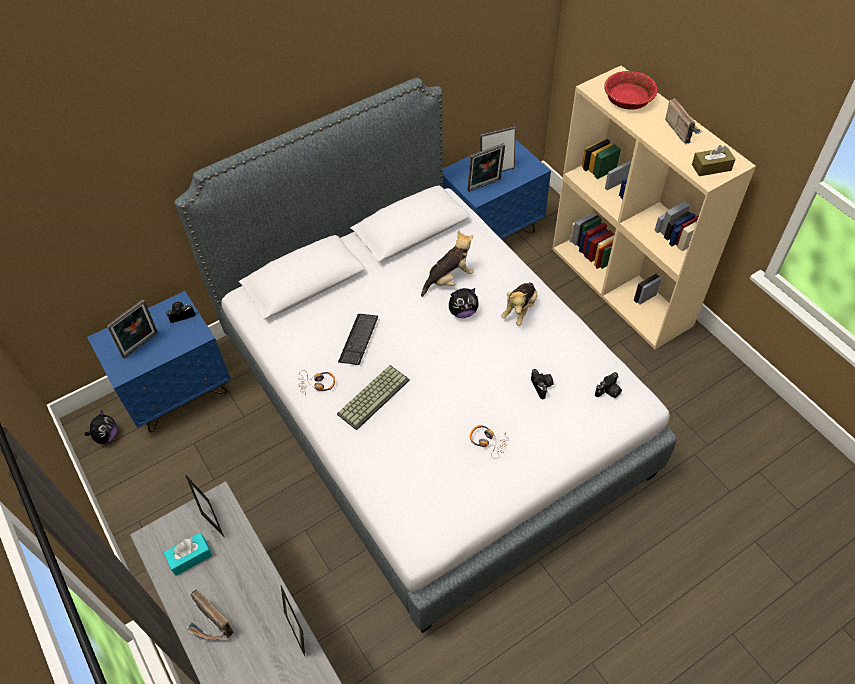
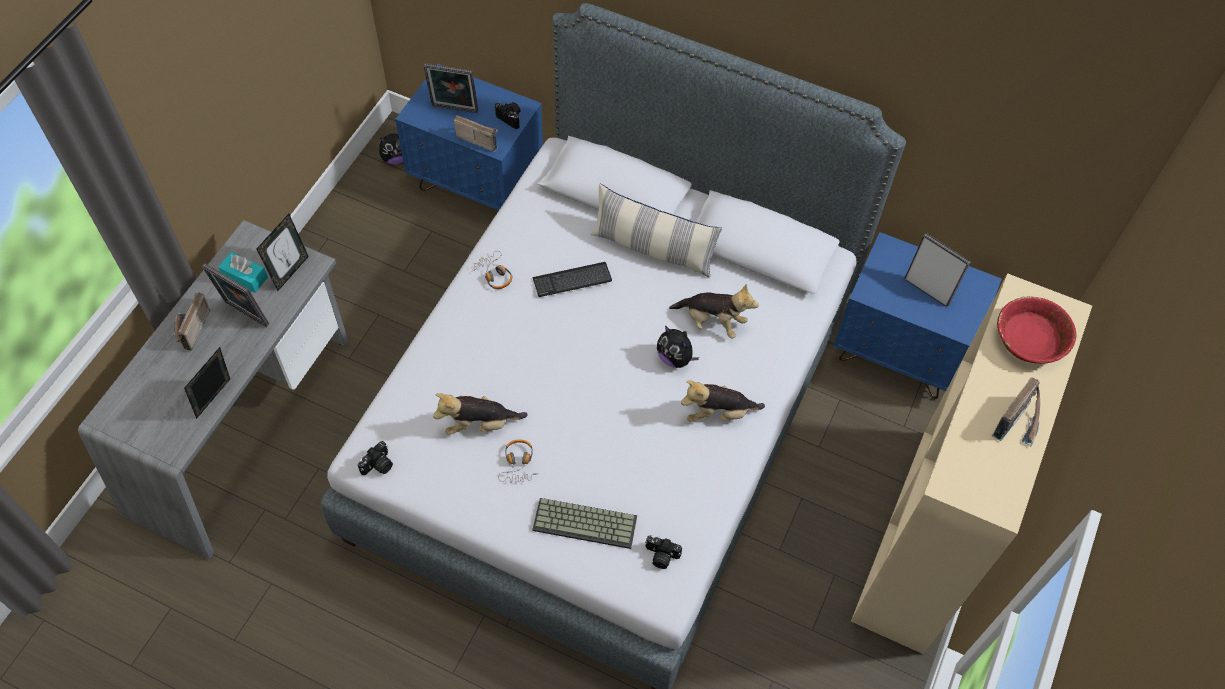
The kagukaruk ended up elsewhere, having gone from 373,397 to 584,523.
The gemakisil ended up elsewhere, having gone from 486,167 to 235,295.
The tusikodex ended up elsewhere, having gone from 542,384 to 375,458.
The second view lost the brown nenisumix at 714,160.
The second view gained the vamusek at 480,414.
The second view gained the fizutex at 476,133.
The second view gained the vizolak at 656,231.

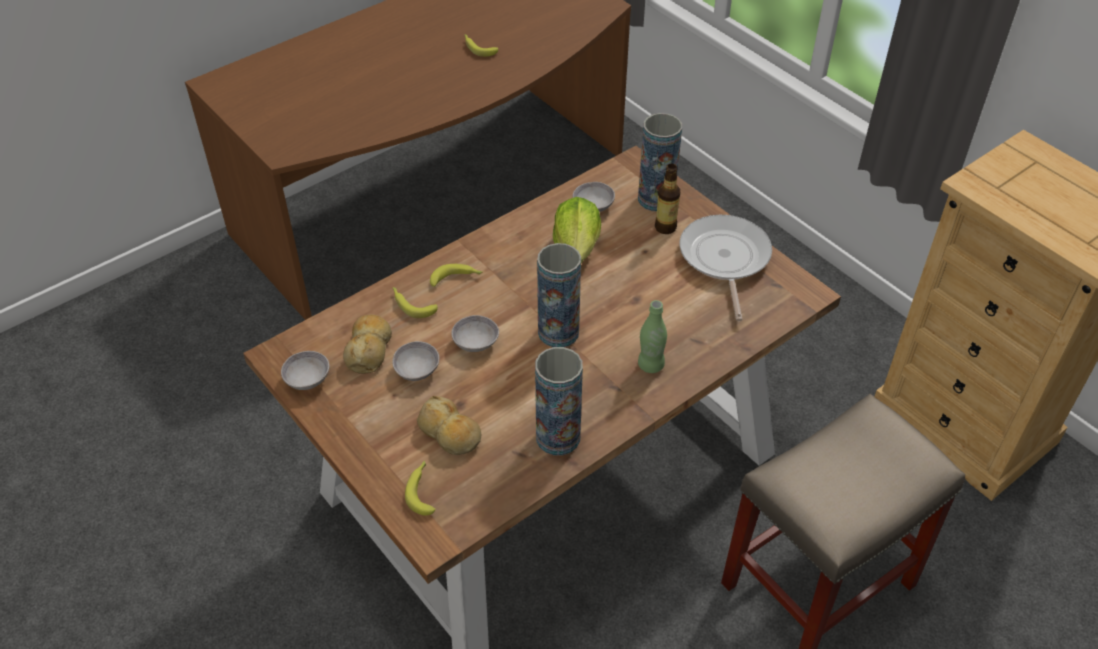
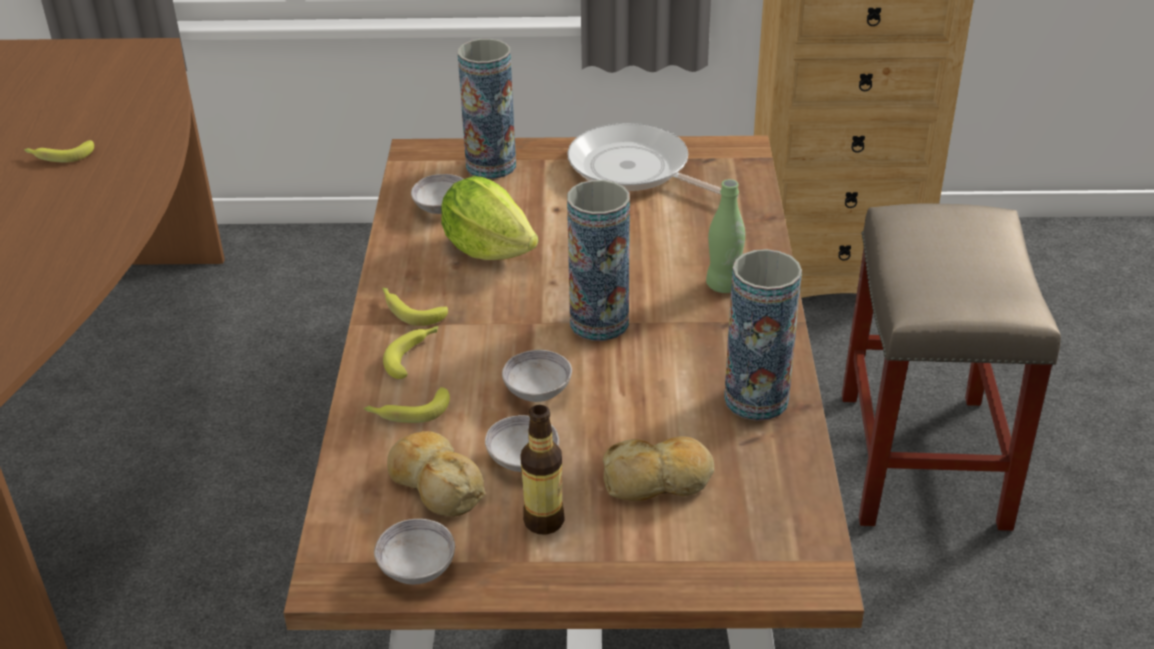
The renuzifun ended up elsewhere, having gone from 420,488 to 415,307.
The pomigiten ended up elsewhere, having gone from 667,199 to 542,469.

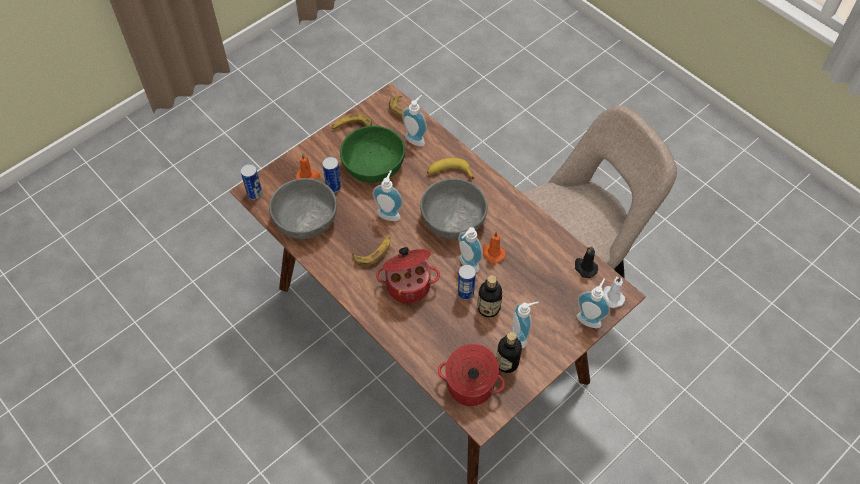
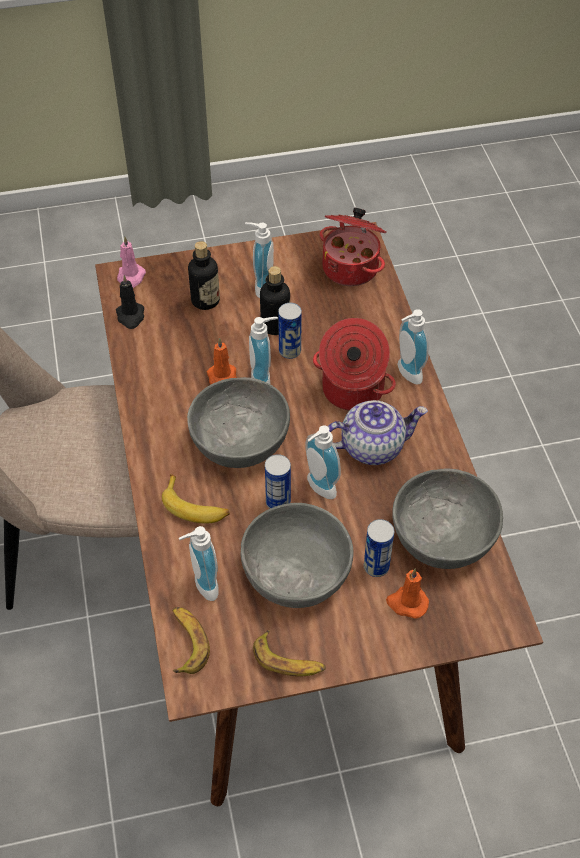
The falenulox ended up elsewhere, having gone from 251,182 to 278,481.
What was the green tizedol at 372,154 turned into the grey tizedol at 296,555.
Where the renuzifun stood at 371,252, the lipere came to stand at 377,432.
The pomigiten ended up elsewhere, having gone from 509,352 to 204,275.
The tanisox ended up elsewhere, having gone from 593,303 to 413,347.
What was the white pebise at 614,292 turned into the pink pebise at 131,262.

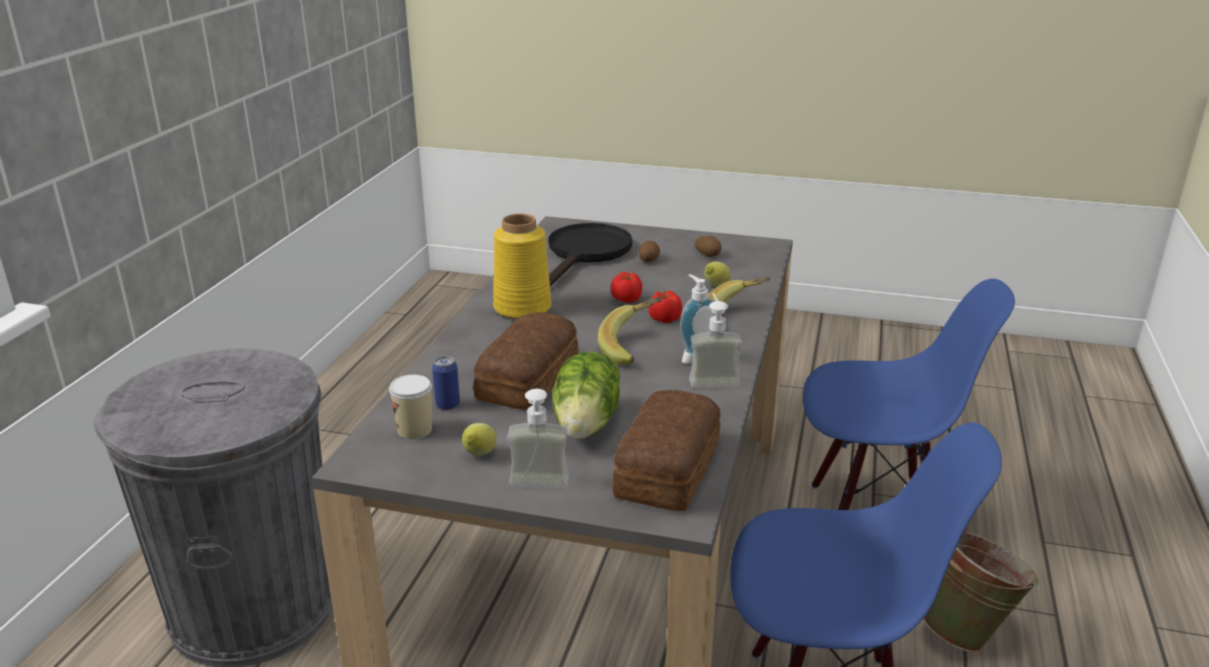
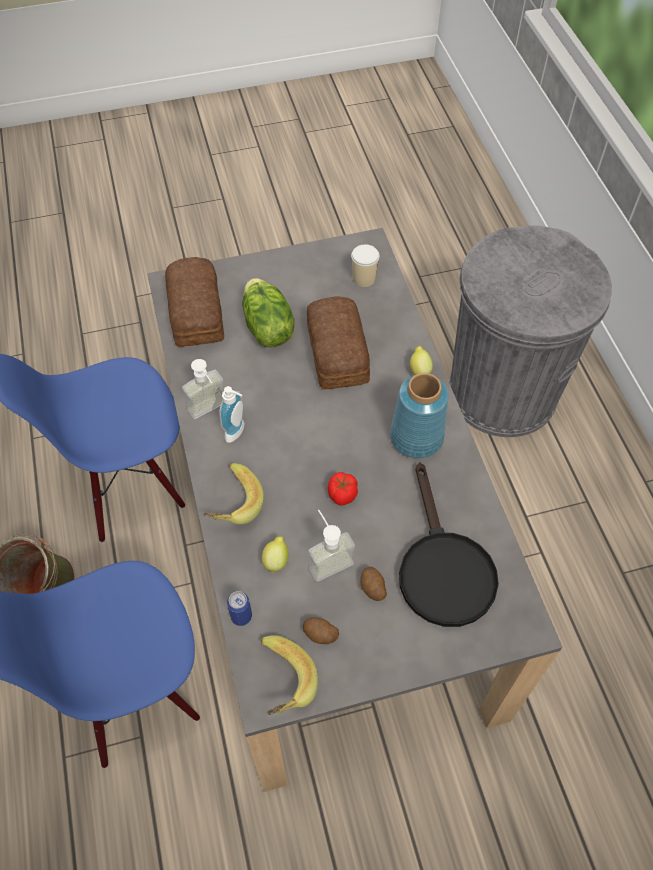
The falenulox ended up elsewhere, having gone from 446,383 to 239,608.
The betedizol ended up elsewhere, having gone from 479,439 to 421,360.
What was the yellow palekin at 522,266 turned into the blue palekin at 419,416.
The tanisox ended up elsewhere, having gone from 538,438 to 331,546.
The renuzifun ended up elsewhere, having gone from 630,331 to 289,675.
The second view lost the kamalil at 665,307.

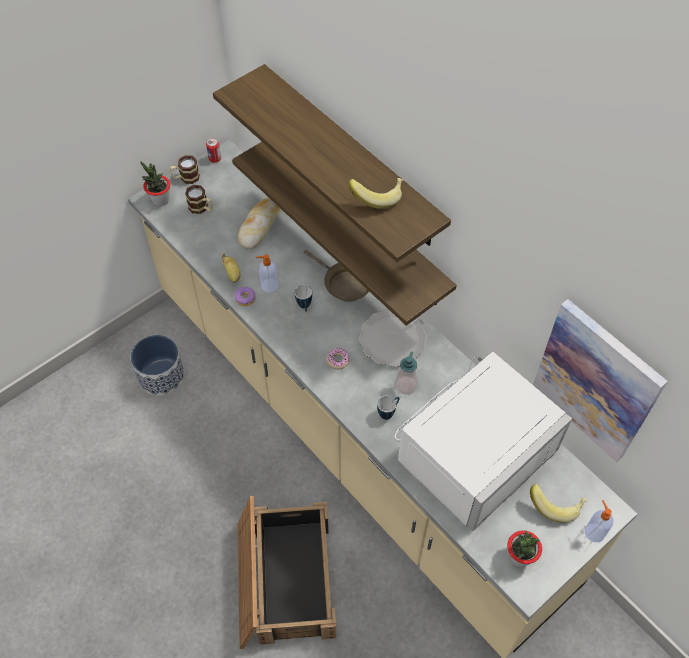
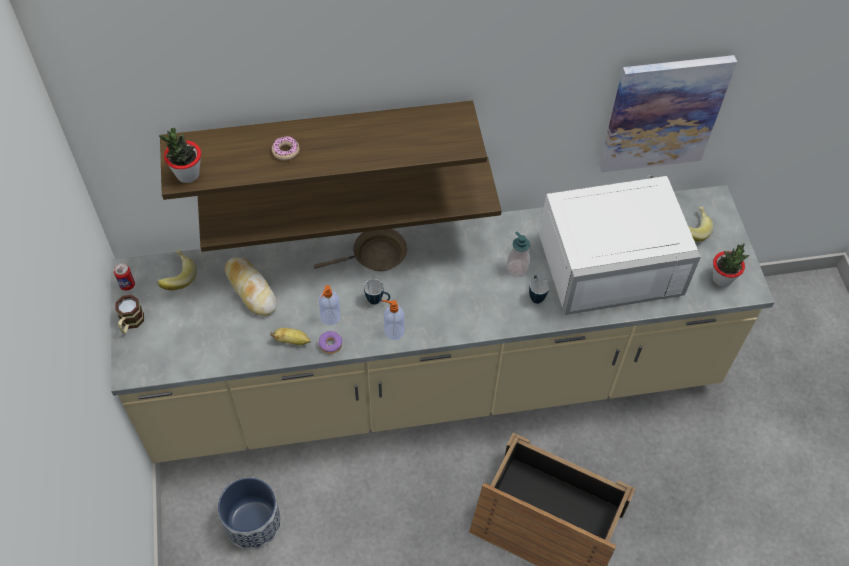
The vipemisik ended up elsewhere, having gone from 155,183 to 180,155.
The second view lost the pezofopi at 199,199.
The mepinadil ended up elsewhere, having gone from 338,358 to 285,148.
The renuzifun ended up elsewhere, having gone from 376,193 to 177,270.
The second view lost the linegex at 392,338.
The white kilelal at 483,441 ended up facing another way, 90 degrees clockwise from before.
The tanisox ended up elsewhere, having gone from 599,521 to 393,320.

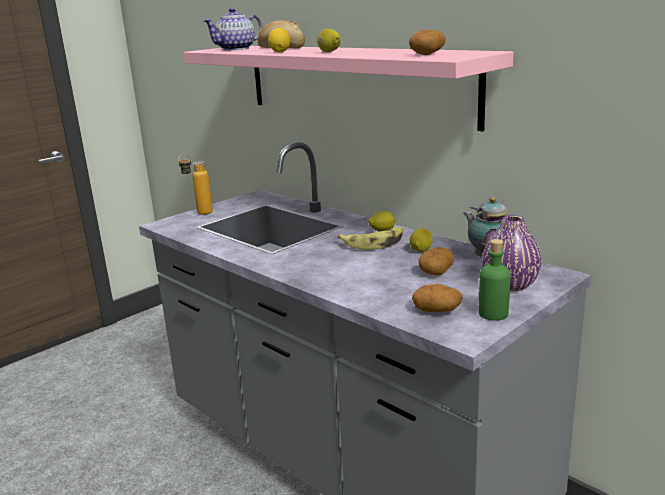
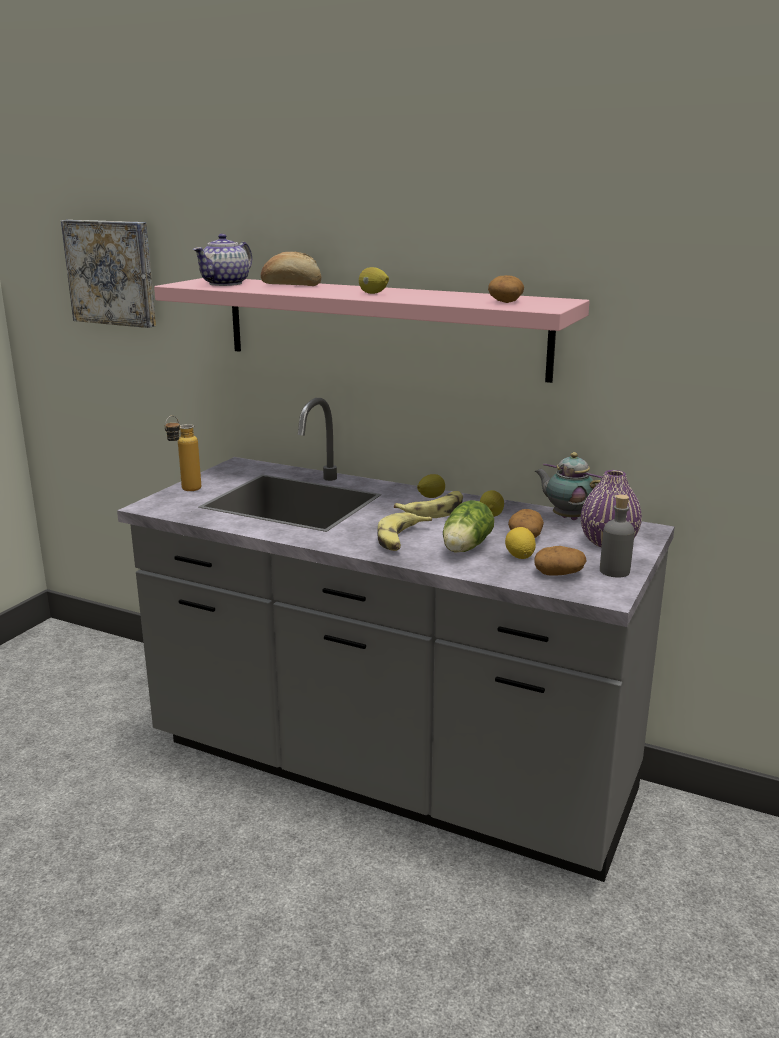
The betedizol ended up elsewhere, having gone from 279,40 to 520,543.
What was the green pomigiten at 495,280 turned into the grey pomigiten at 617,536.
The second view gained the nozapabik at 108,274.
The second view gained the renuzifun at 404,531.
The second view gained the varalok at 468,526.

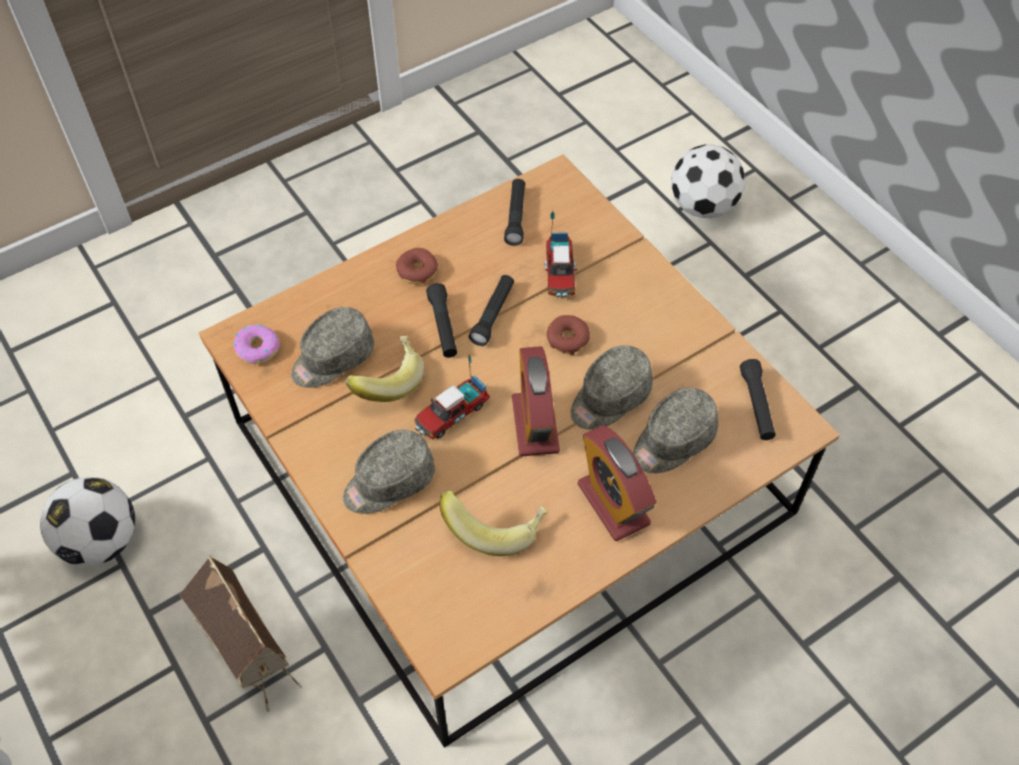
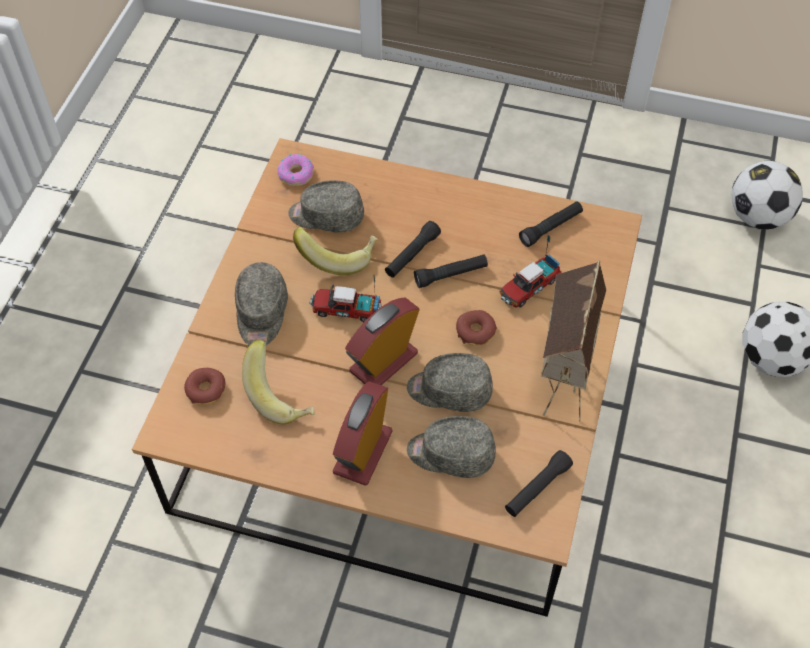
The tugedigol ended up elsewhere, having gone from 87,521 to 767,195.
The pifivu ended up elsewhere, having gone from 240,633 to 573,341.
The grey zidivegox at 389,472 ended up facing another way, 105 degrees counterclockwise from before.
The mepinadil ended up elsewhere, having gone from 417,266 to 204,386.

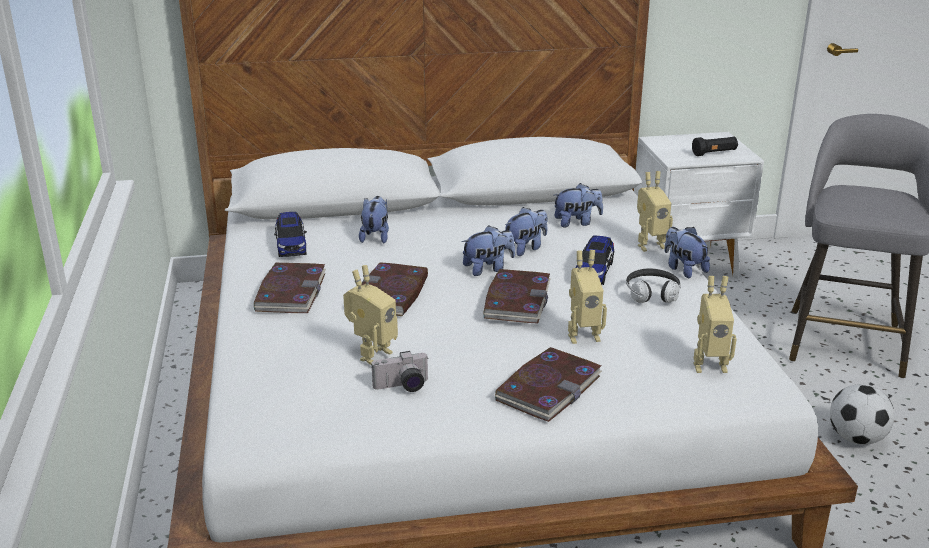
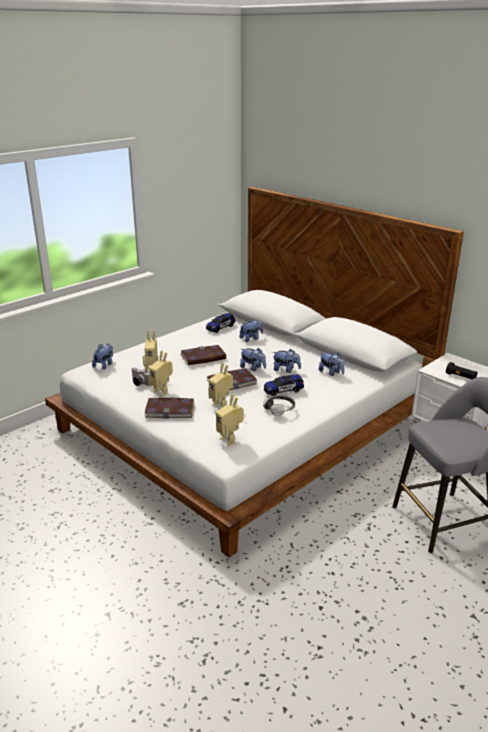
The second view lost the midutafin at 290,288.
The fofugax ended up elsewhere, having gone from 655,211 to 161,374.
The vamusek ended up elsewhere, having gone from 687,252 to 102,357.
The second view lost the tugedigol at 862,414.

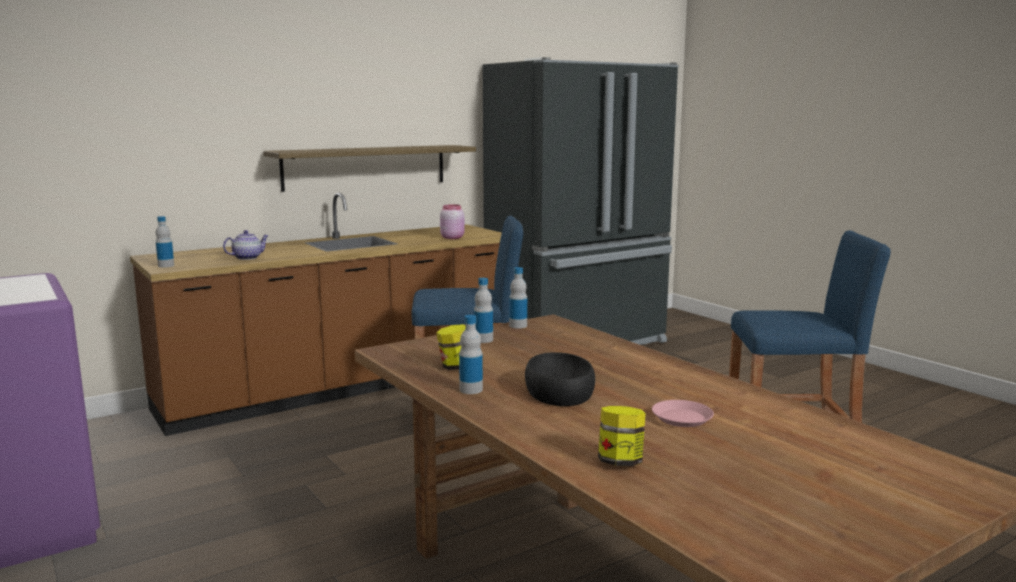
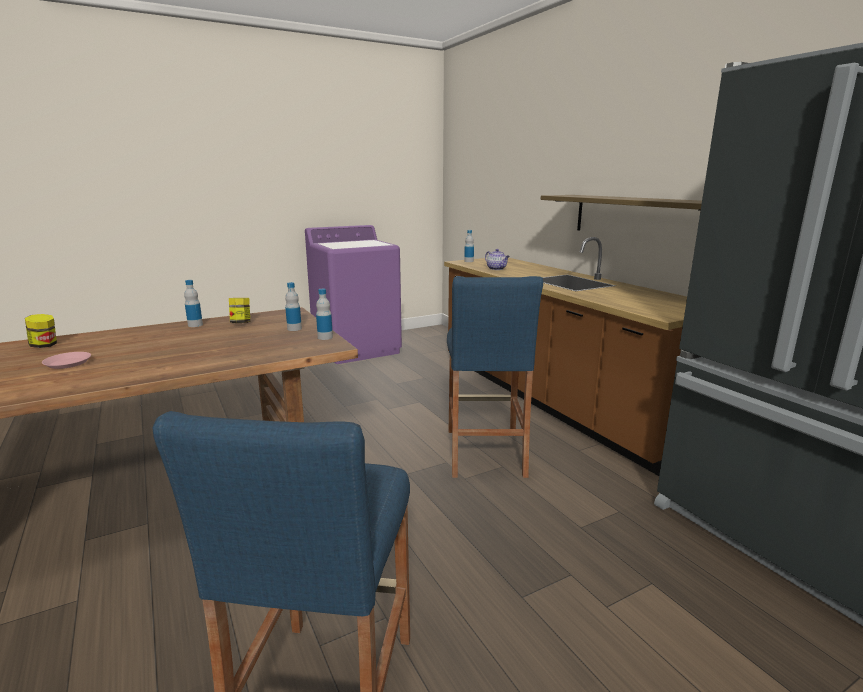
The second view lost the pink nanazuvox at 452,221.
The second view lost the black tizedol at 560,379.

